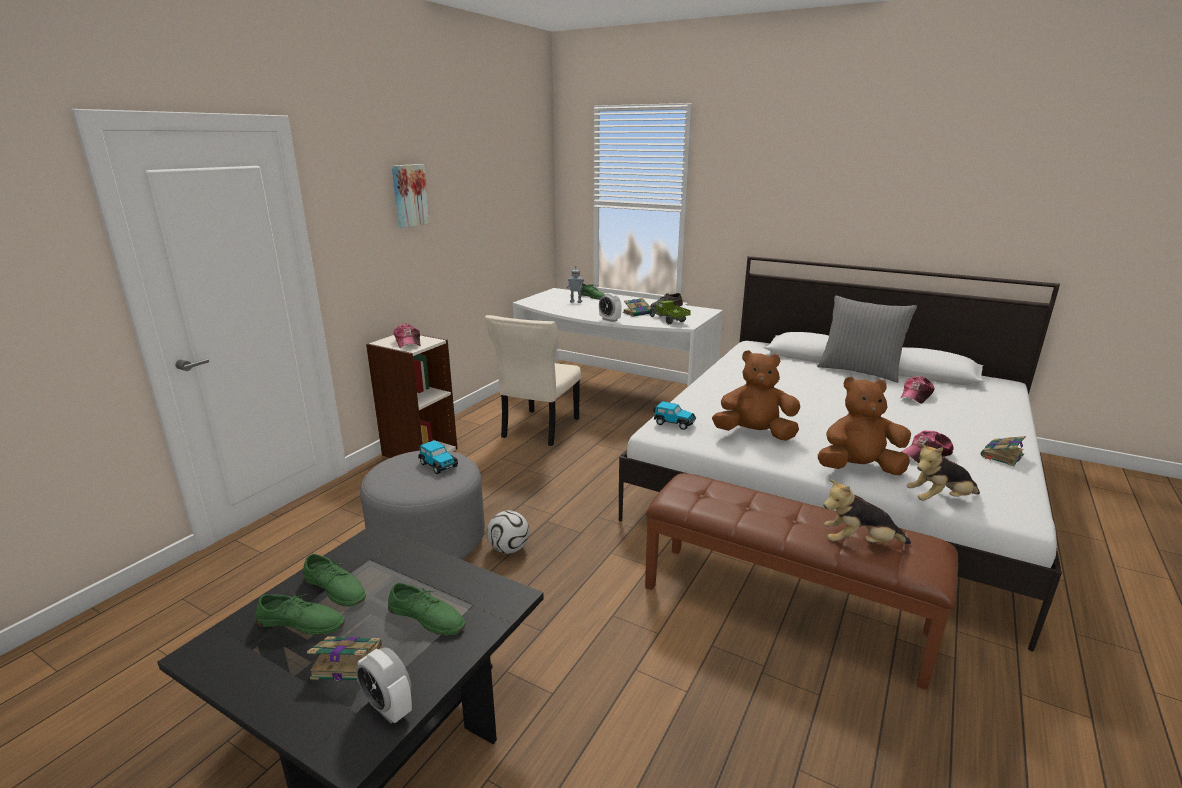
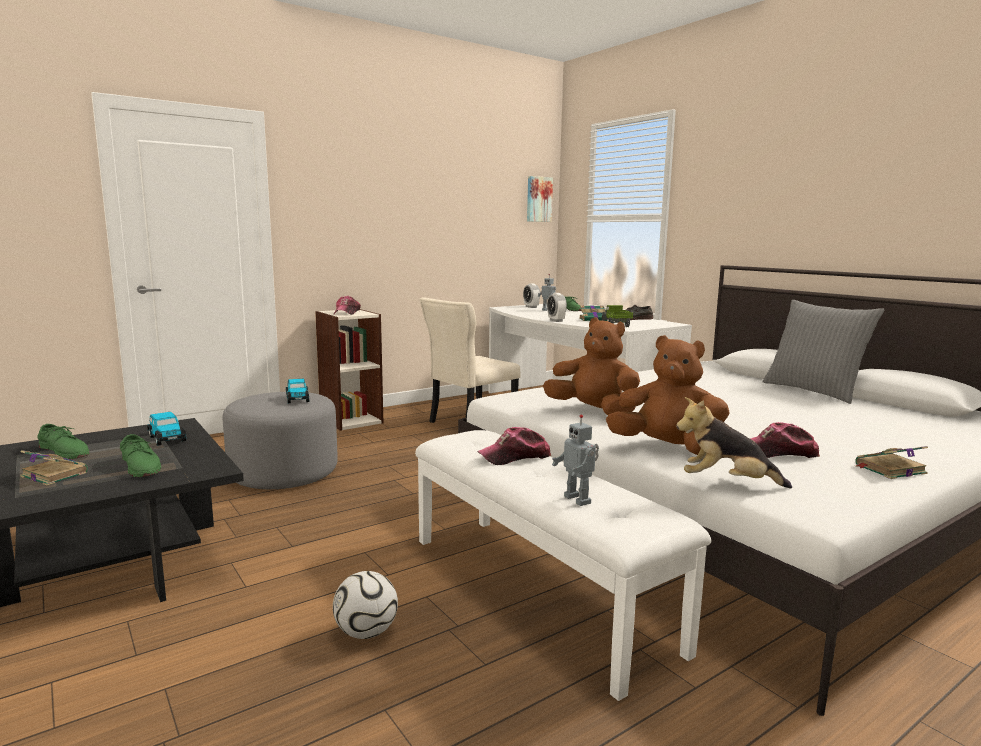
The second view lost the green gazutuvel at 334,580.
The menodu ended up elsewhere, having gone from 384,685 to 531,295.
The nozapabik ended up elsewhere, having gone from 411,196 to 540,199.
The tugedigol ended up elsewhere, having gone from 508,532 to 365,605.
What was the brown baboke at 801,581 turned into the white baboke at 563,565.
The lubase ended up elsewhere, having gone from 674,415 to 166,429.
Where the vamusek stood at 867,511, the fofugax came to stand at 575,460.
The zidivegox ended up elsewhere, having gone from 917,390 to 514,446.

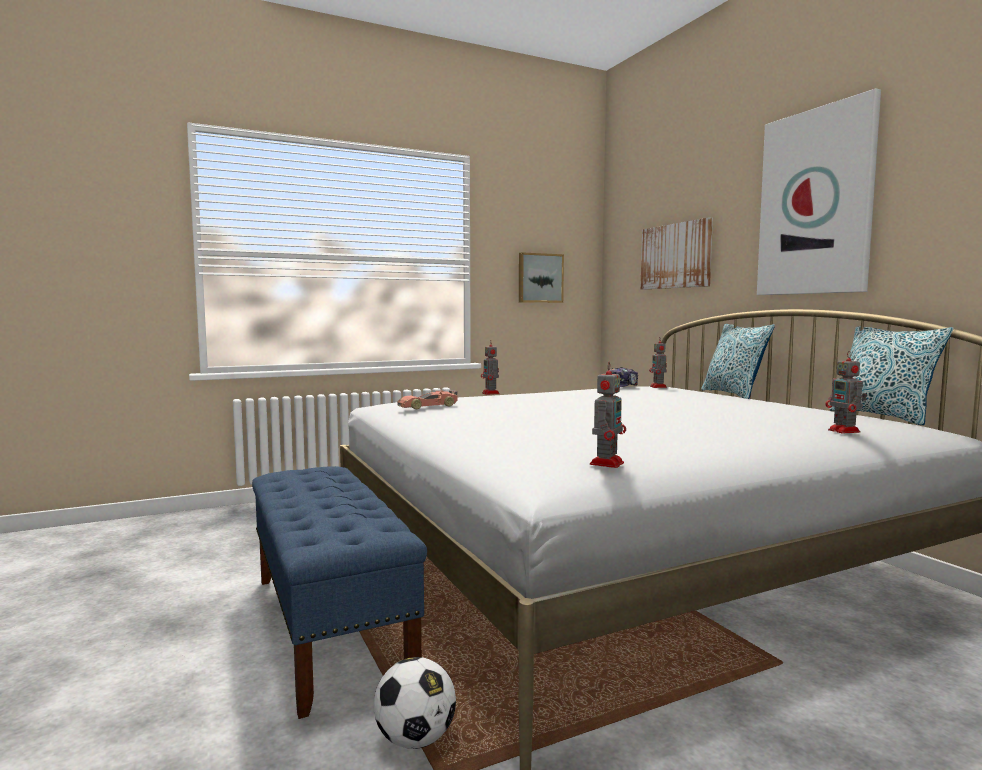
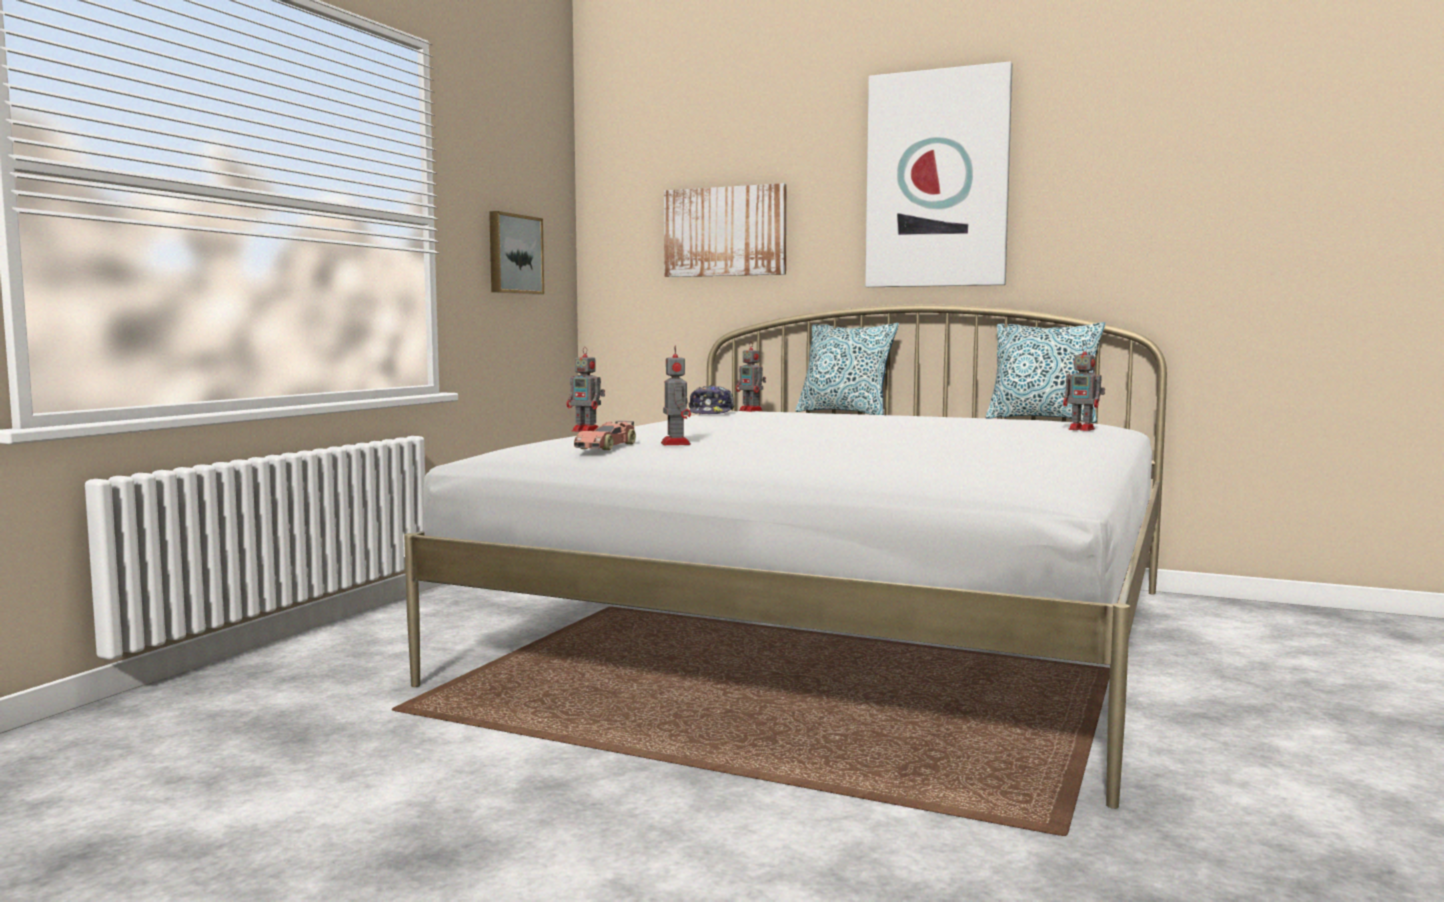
The second view lost the blue baboke at 339,592.
The second view lost the tugedigol at 415,703.
The fofugax ended up elsewhere, having gone from 608,415 to 676,395.

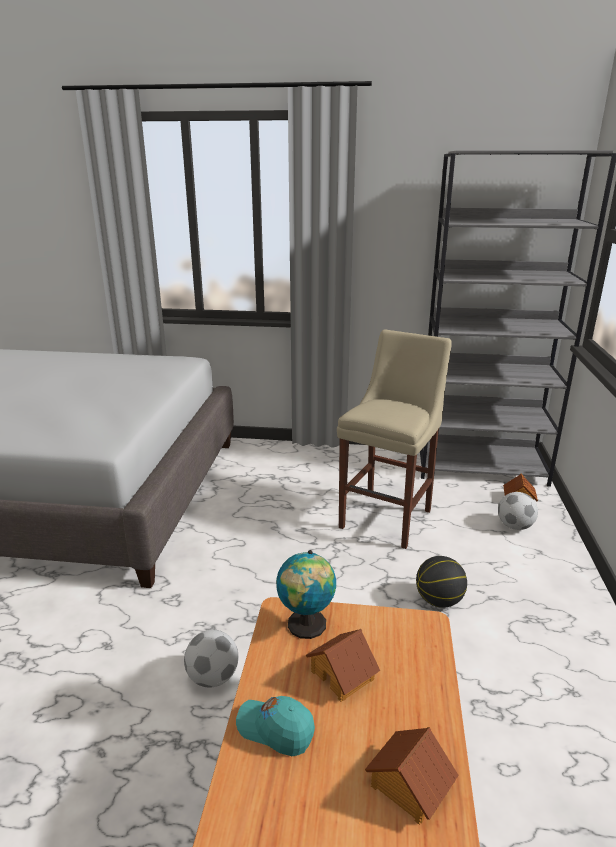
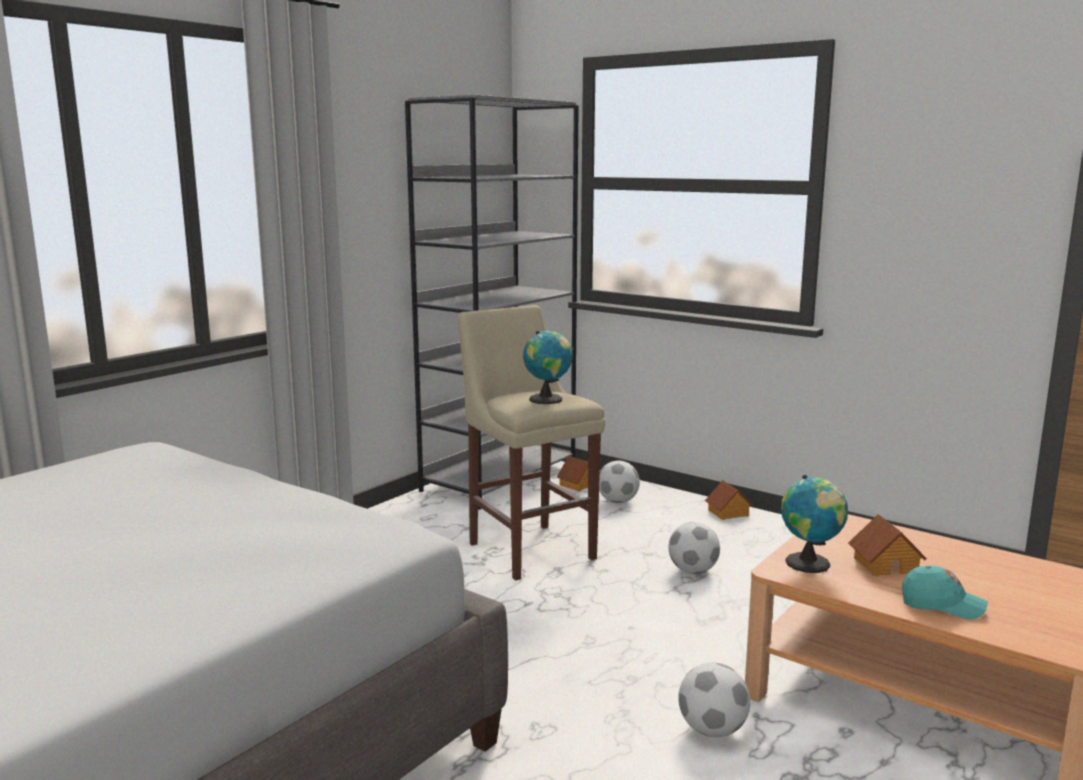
The turquoise zidivegox at 275,726 ended up facing another way, 120 degrees counterclockwise from before.
The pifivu ended up elsewhere, having gone from 412,776 to 729,500.
Where the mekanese stood at 441,582, the tugedigol came to stand at 694,548.
The second view gained the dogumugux at 547,367.

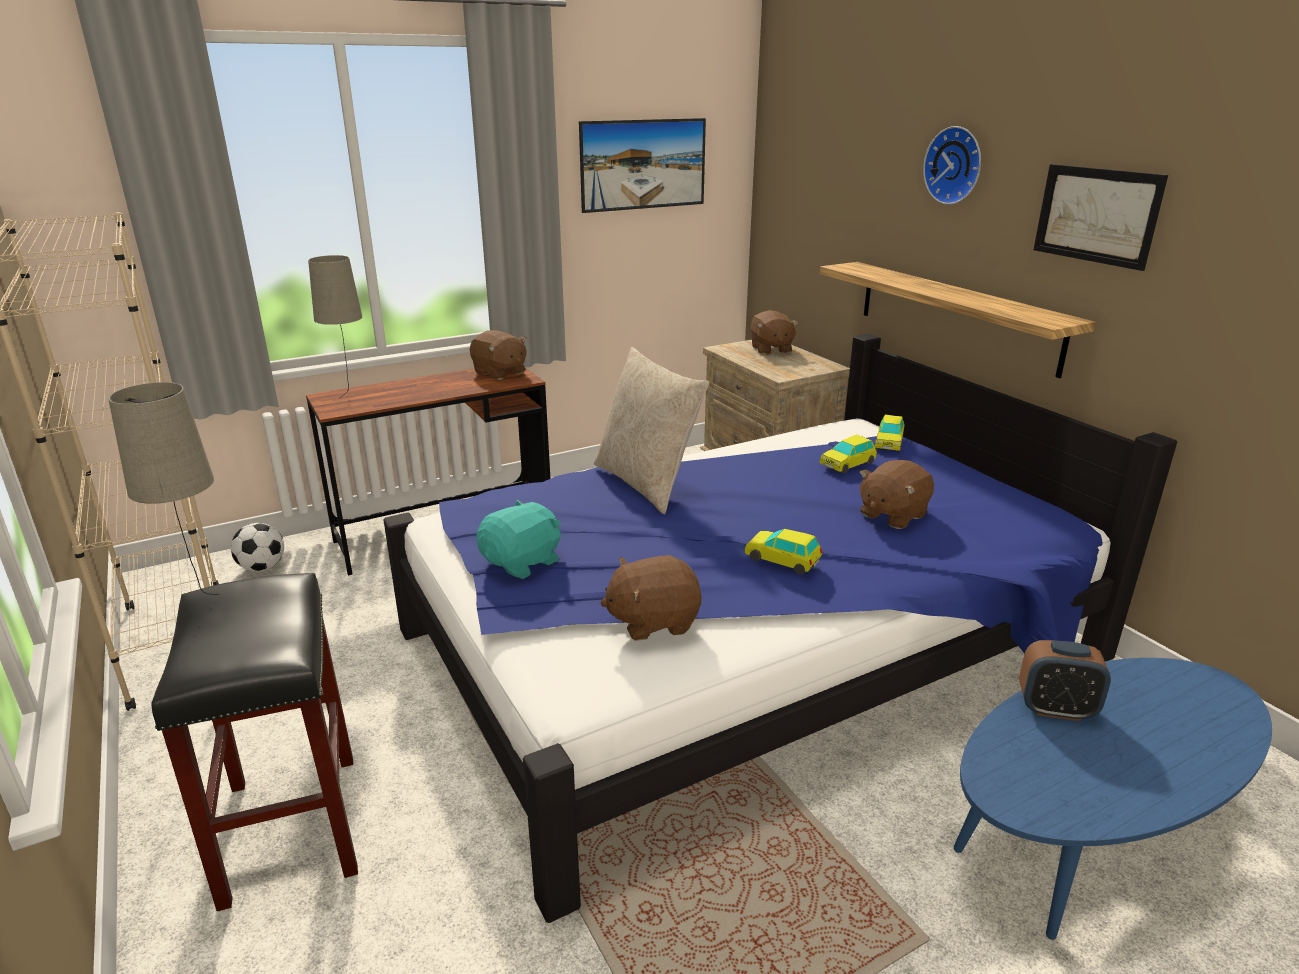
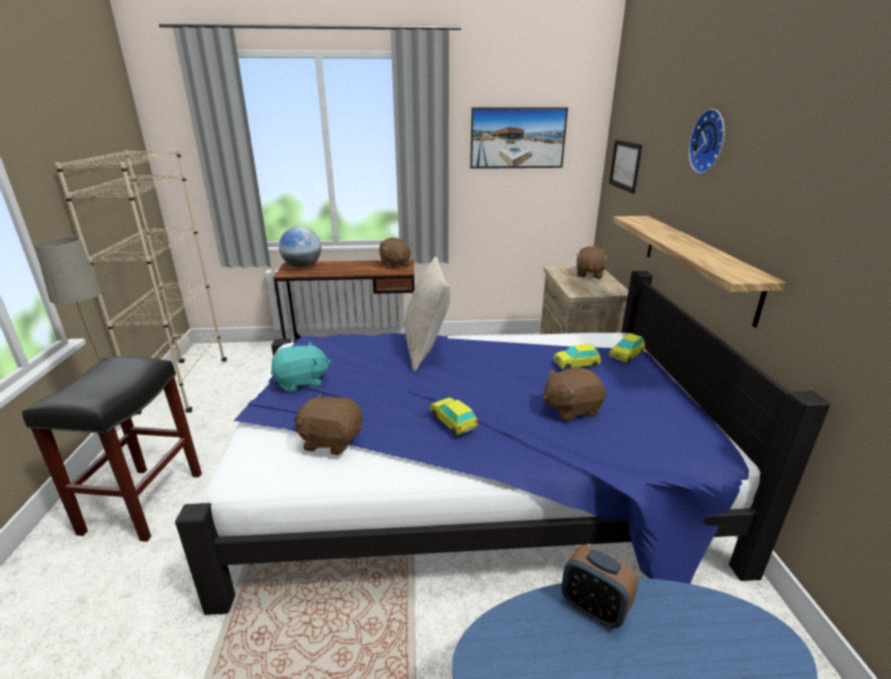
The second view lost the tugedigol at 257,547.
Where the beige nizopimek stood at 335,326, the dogumugux came to stand at 300,247.
The nozapabik ended up elsewhere, having gone from 1101,217 to 625,167.

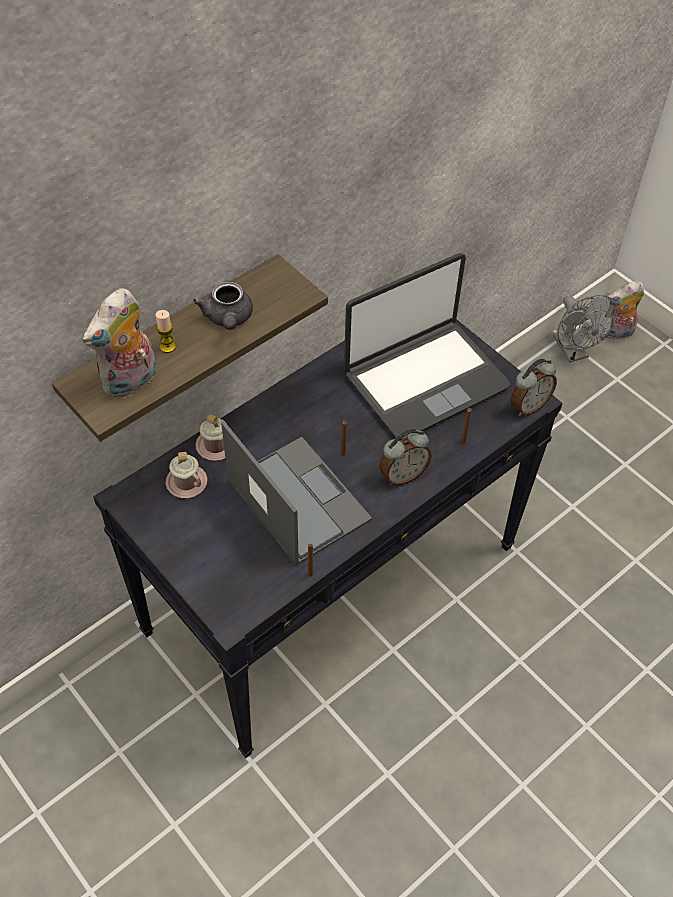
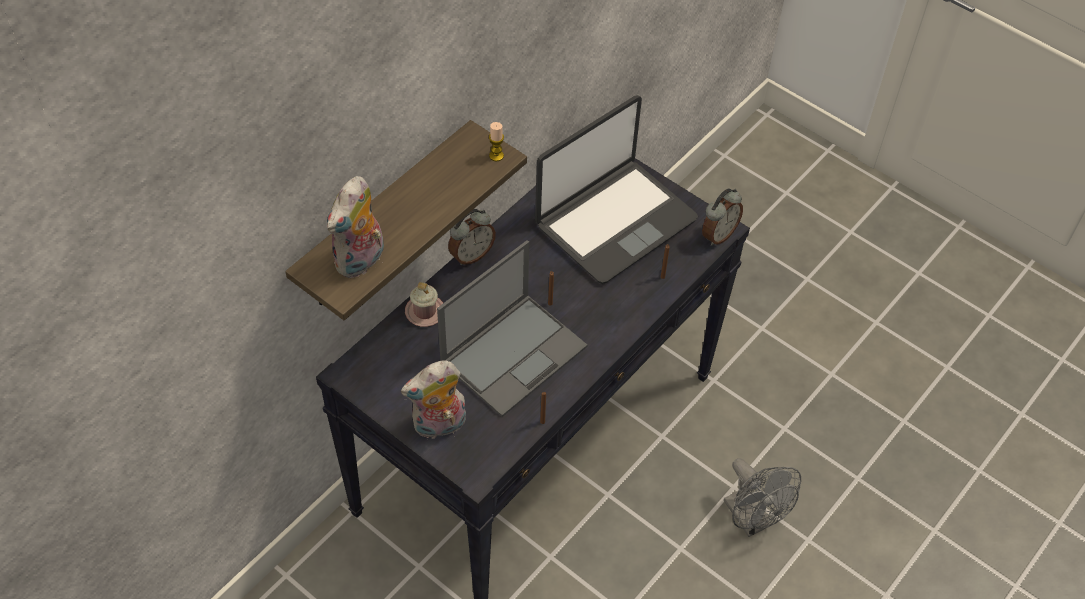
The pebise ended up elsewhere, having gone from 166,331 to 496,141.
The second view lost the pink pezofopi at 186,475.
The second view lost the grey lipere at 223,306.
The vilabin at 296,493 ended up facing another way, 90 degrees clockwise from before.
The menodu ended up elsewhere, having gone from 405,457 to 472,237.
The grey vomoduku ended up elsewhere, having gone from 585,329 to 762,497.
The vamusek ended up elsewhere, having gone from 624,310 to 433,399.

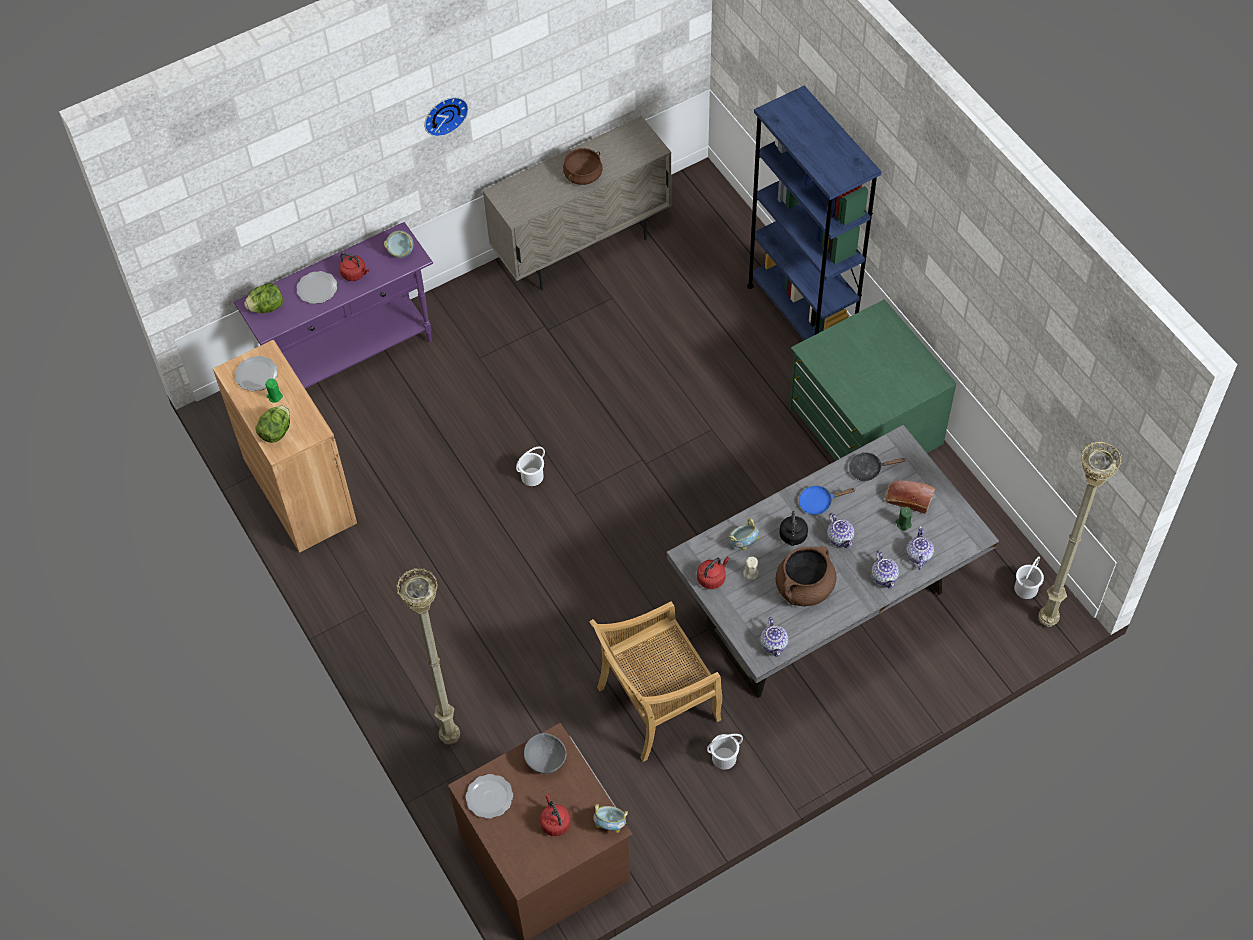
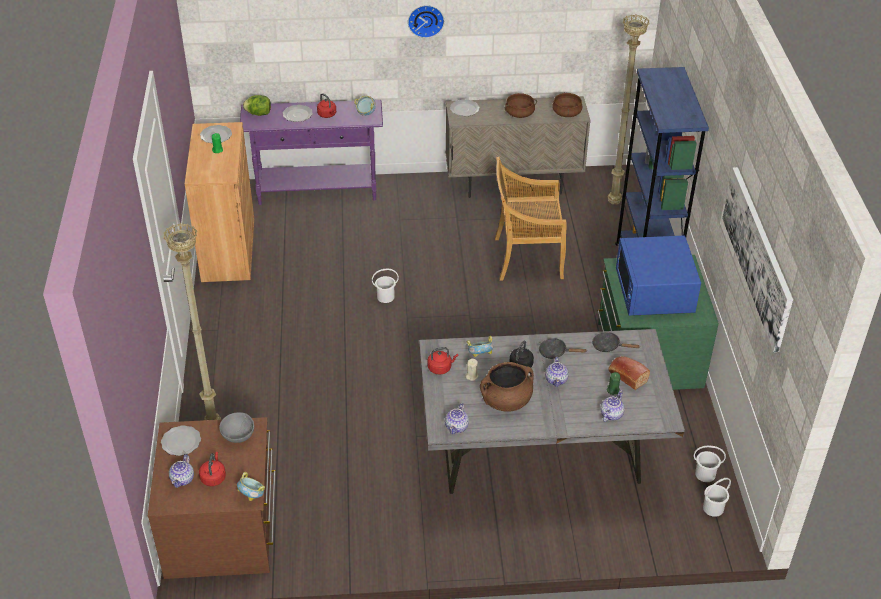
The second view lost the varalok at 273,424.
The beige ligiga ended up elsewhere, having gone from 656,681 to 531,219.
The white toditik ended up elsewhere, having gone from 725,752 to 710,463.
What was the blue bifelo at 827,500 turned into the black bifelo at 562,348.
The lipere ended up elsewhere, having gone from 885,569 to 181,471.
The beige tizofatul ended up elsewhere, having gone from 1080,534 to 629,109.
The second view gained the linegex at 465,107.
The second view gained the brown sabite at 567,104.
The second view gained the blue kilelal at 658,275.
The second view gained the nozapabik at 757,259.

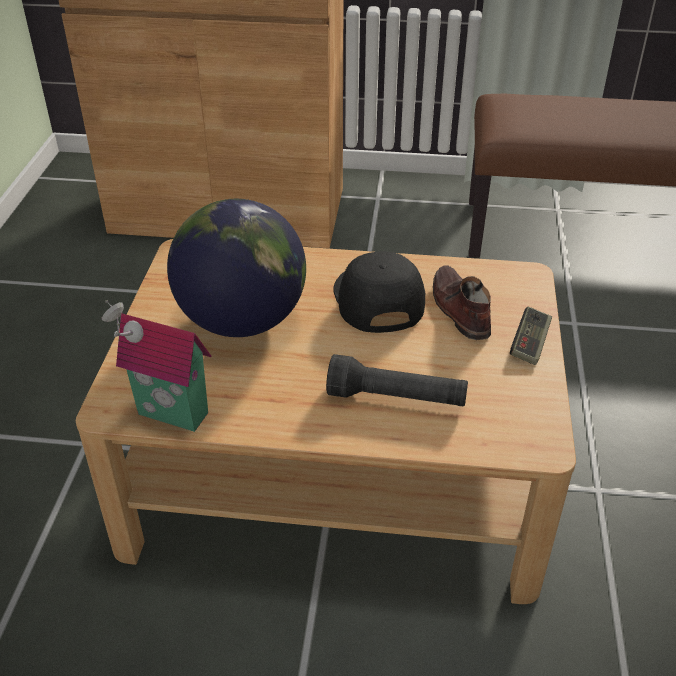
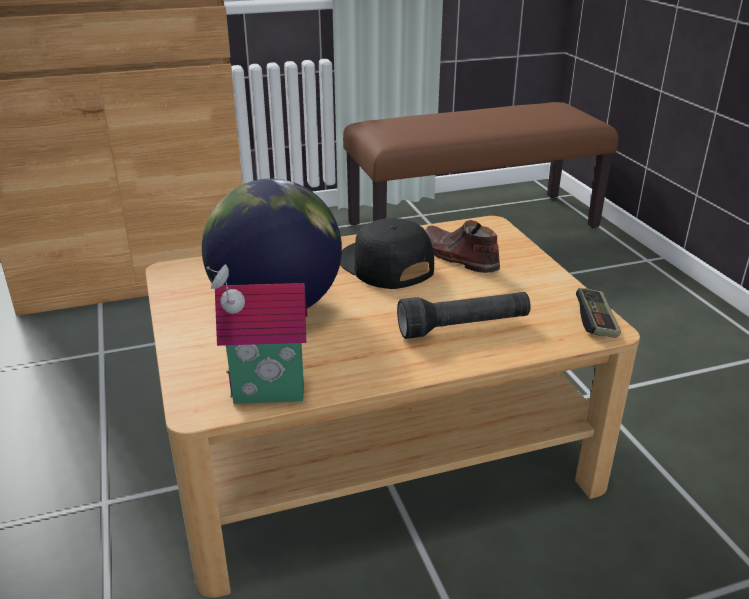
The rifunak ended up elsewhere, having gone from 531,336 to 598,313.

